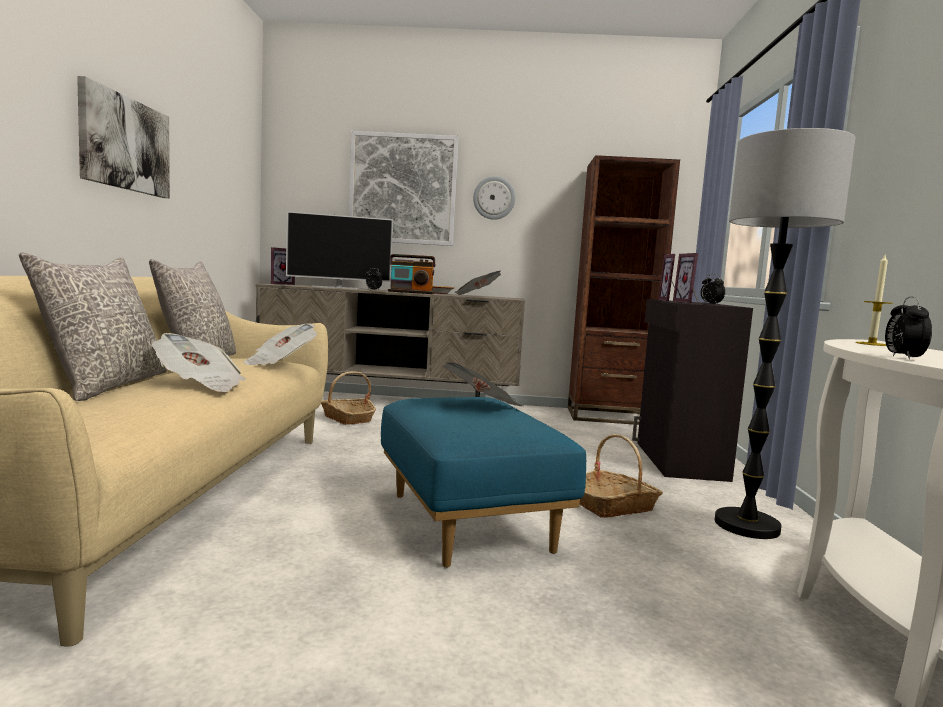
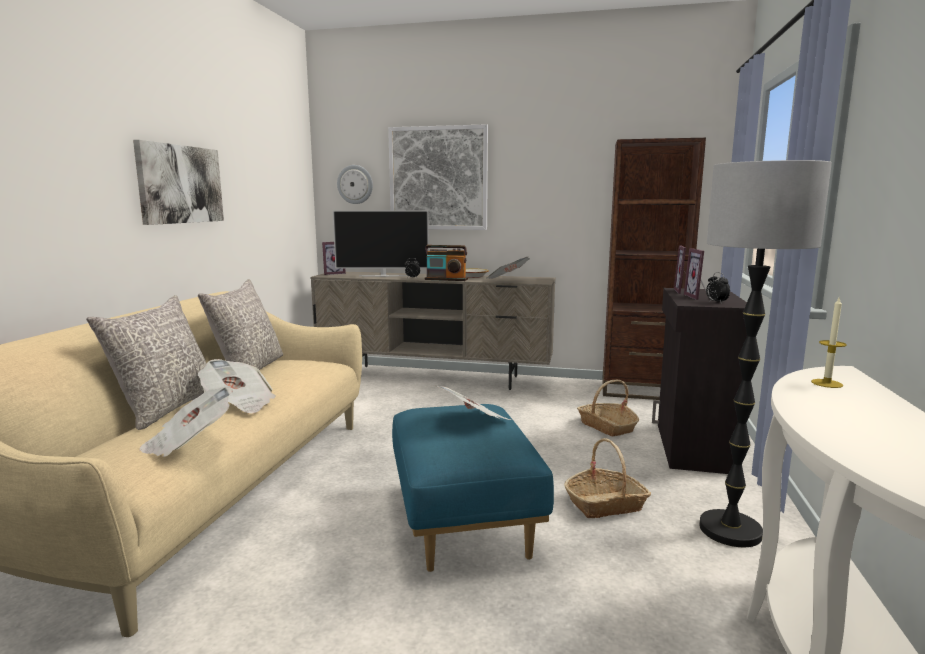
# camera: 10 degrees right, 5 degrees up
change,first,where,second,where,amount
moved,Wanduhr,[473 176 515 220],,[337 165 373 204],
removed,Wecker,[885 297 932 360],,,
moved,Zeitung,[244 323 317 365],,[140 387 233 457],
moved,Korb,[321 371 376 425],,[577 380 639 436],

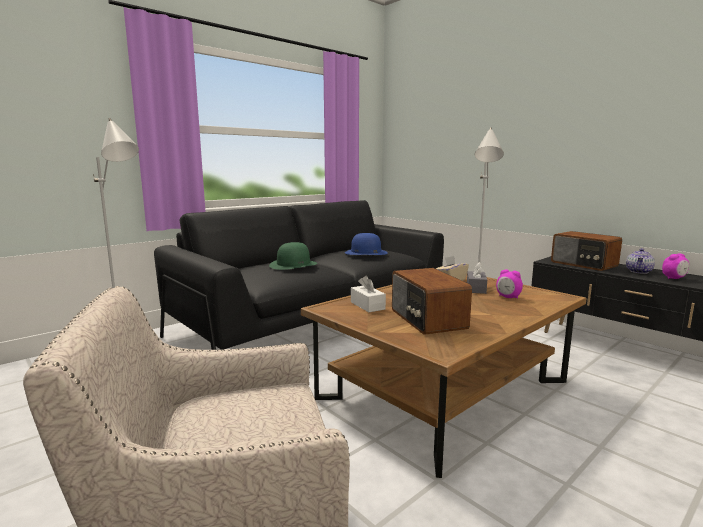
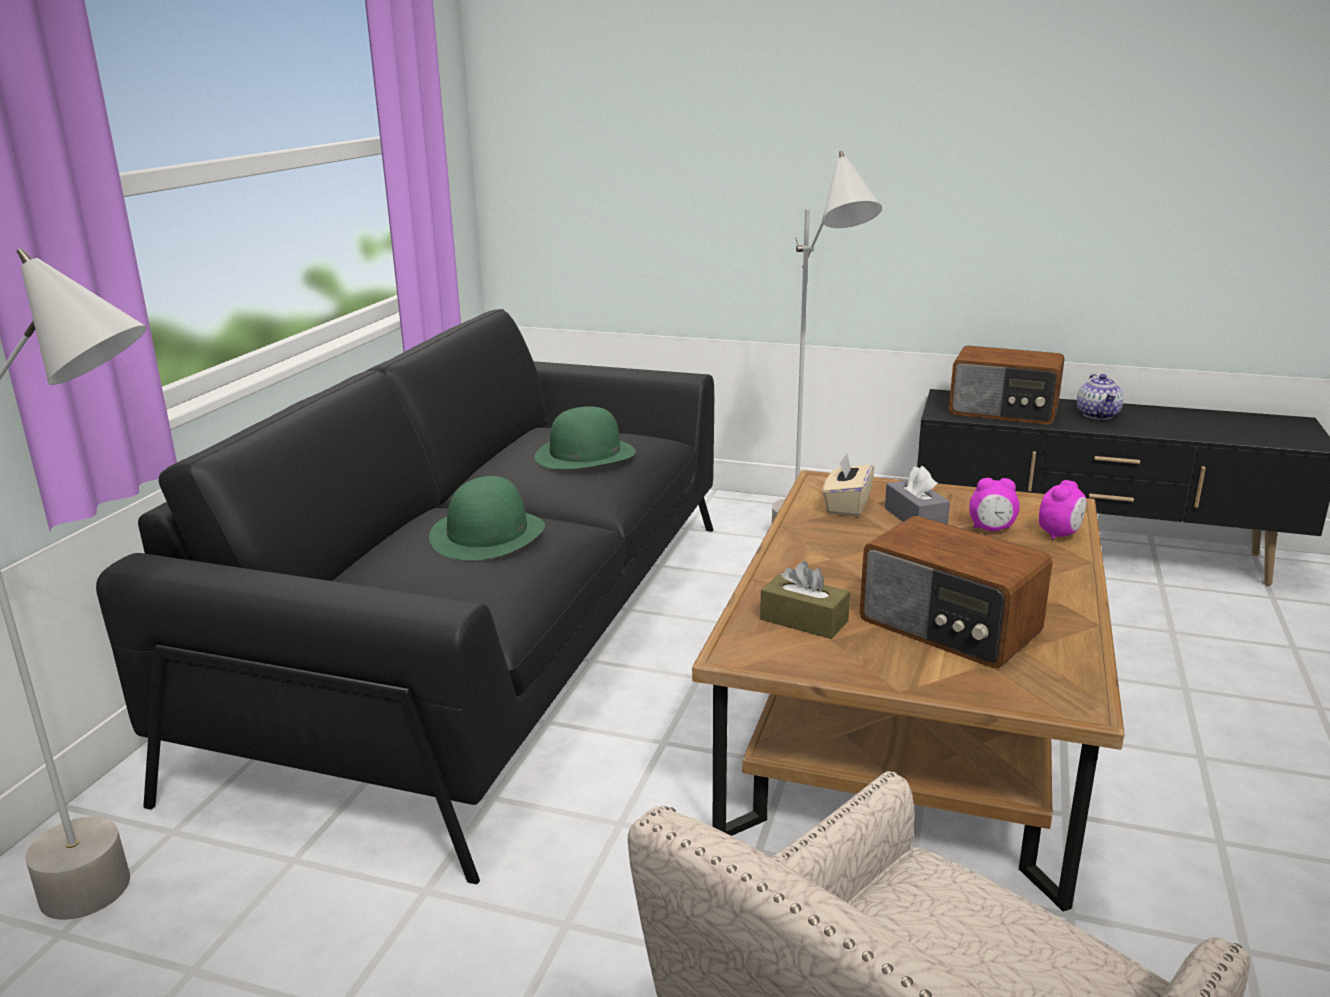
# camera: 30 degrees left, 10 degrees up
change,first,where,second,where,amount
recoloured,Hut/blau,[345 233 388 255],Hut/grün,[535 406 636 469],
moved,Wecker,[662 253 689 279],,[1039 480 1087 539],
recoloured,Taschentuchbox/weiß,[351 276 386 312],Taschentuchbox/braun,[760 561 850 639],

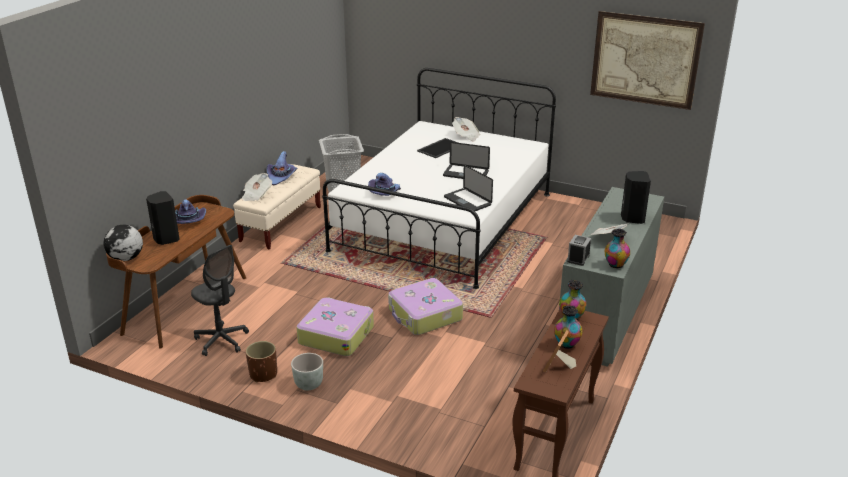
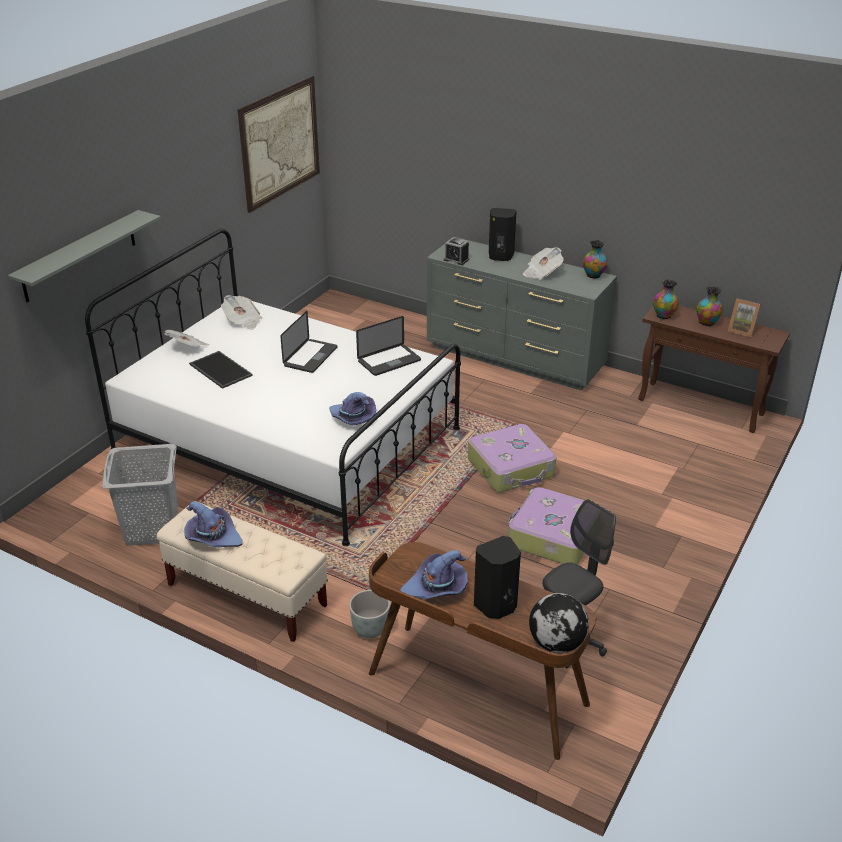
# camera: 85 degrees left, 5 degrees up
change,first,where,second,where,amount
moved,Zeitung,[242 173 272 201],,[221 295 263 330],
moved,Wecker,[567 235 591 266],,[444 237 469 265],
removed,Pflanzkübel/braun,[246 341 277 383],,,
moved,Pflanzkübel/grau,[291 353 323 390],,[349 590 390 638],
added,,,Wandregal/grau,[8 210 161 302],

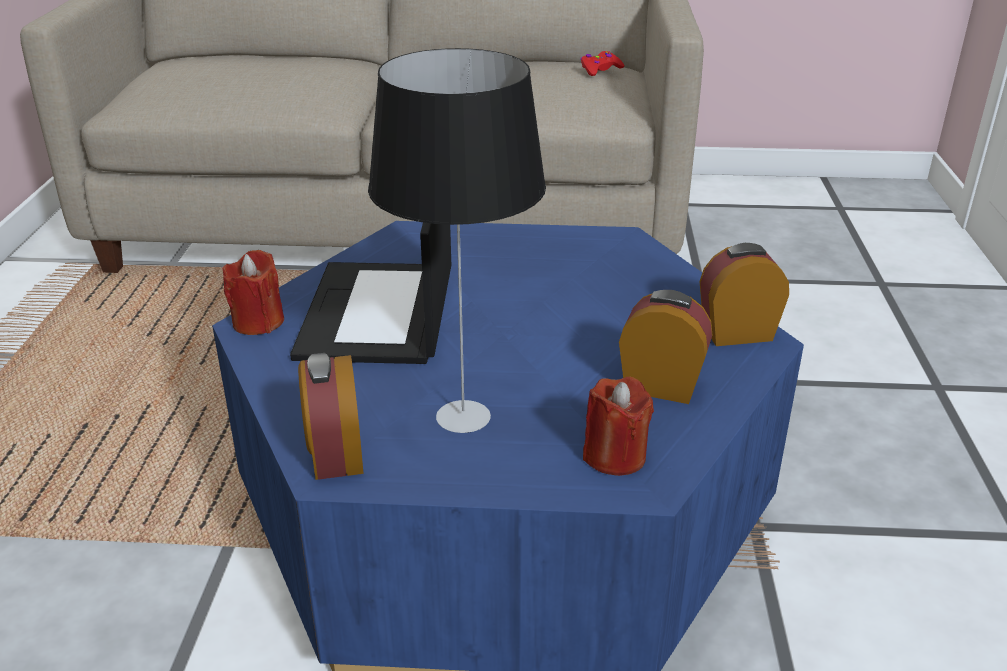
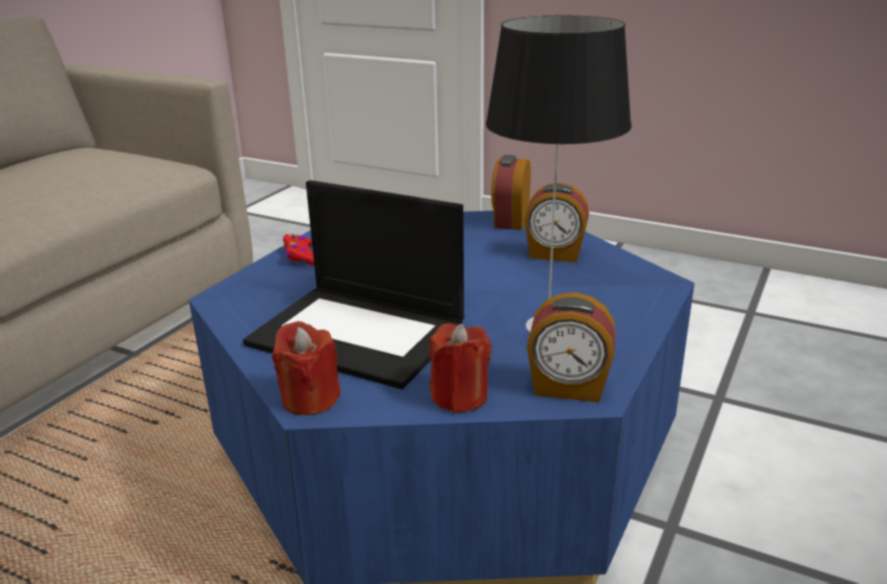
# camera: 65 degrees left, 5 degrees down
change,first,where,second,where,amount
moved,Gamepad/rot,[580 51 624 76],,[283 234 314 265],
turned,Wecker,[619 290 713 404],,[524 182 589 262],120 degrees counterclockwise
moved,Kerze/rot,[583 377 654 476],,[430 323 492 413],

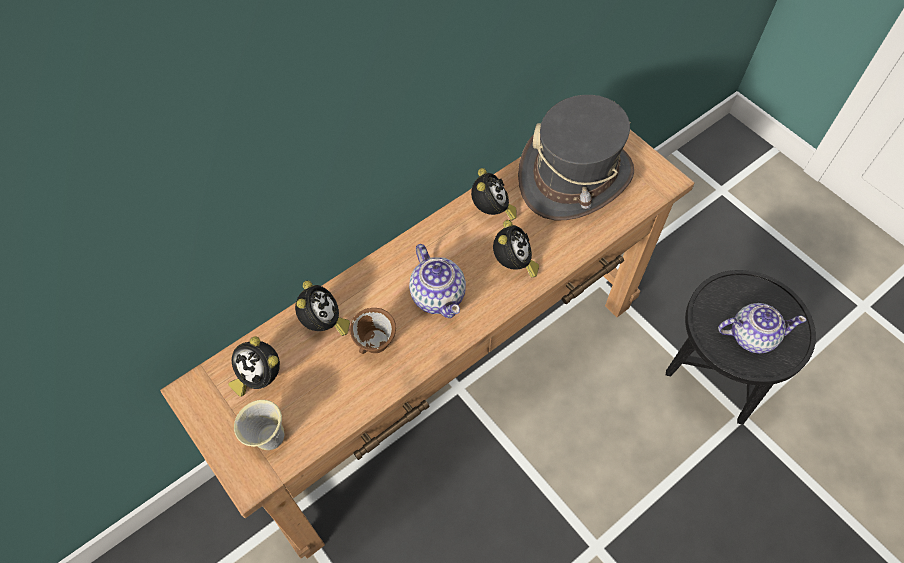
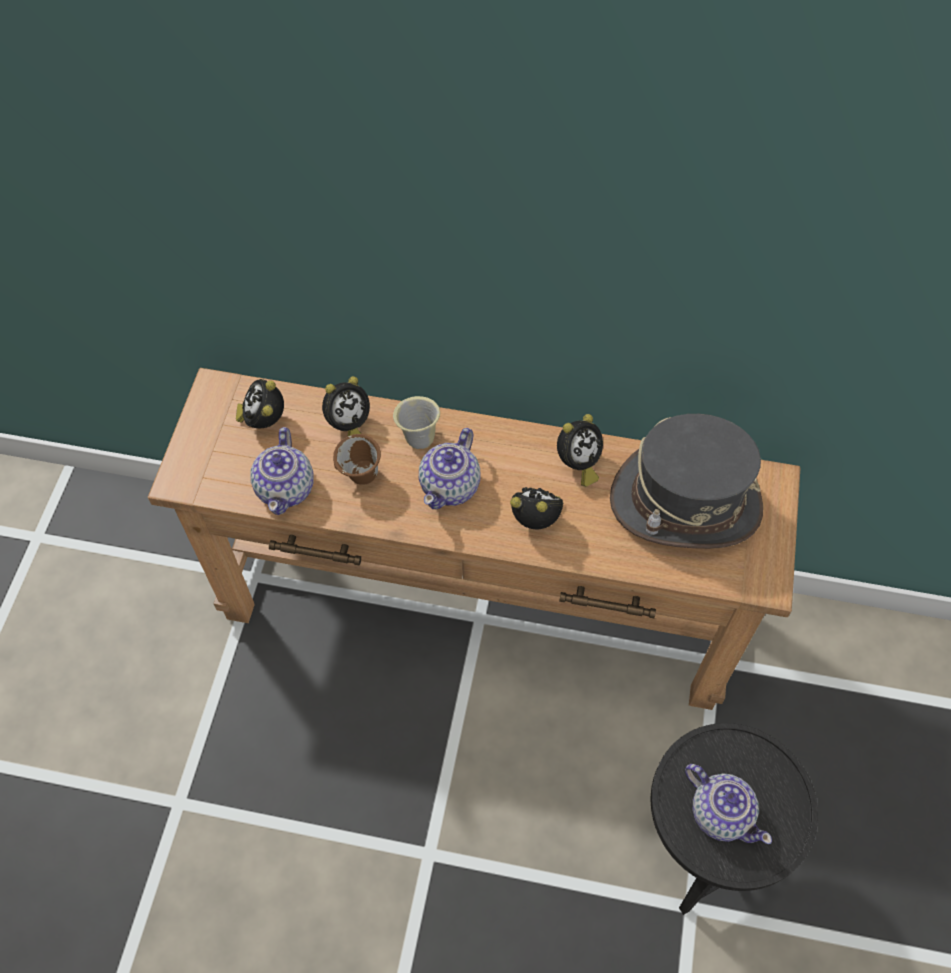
# camera: 50 degrees right, 0 degrees up
change,first,where,second,where,amount
turned,Wecker,[493 220 539 278],,[510 487 563 529],135 degrees counterclockwise
moved,Henkelbecher/beige,[234 400 284 450],,[393 396 440 449],
added,,,Teekanne,[250 427 314 515],

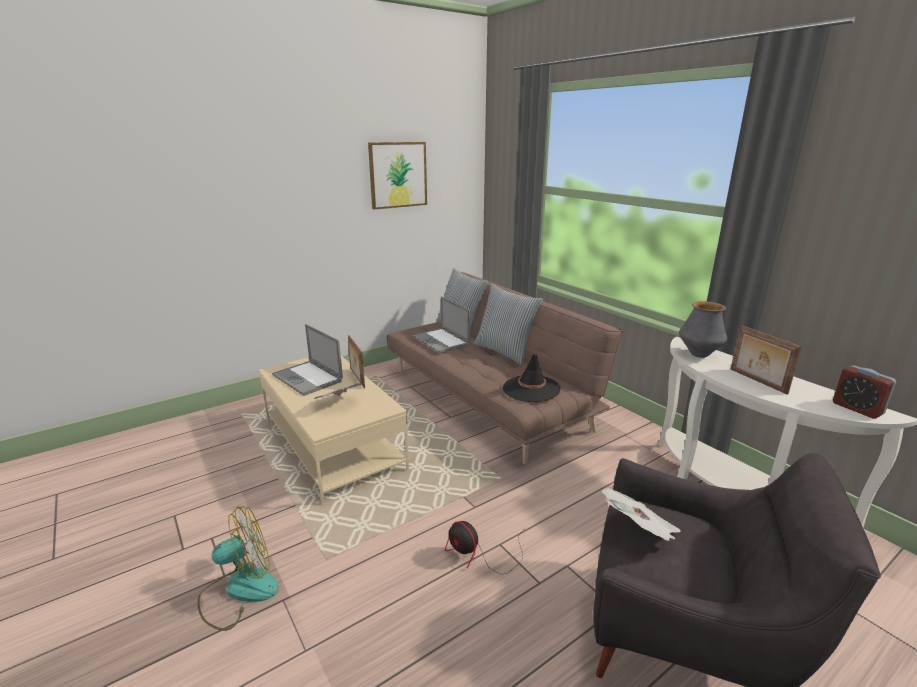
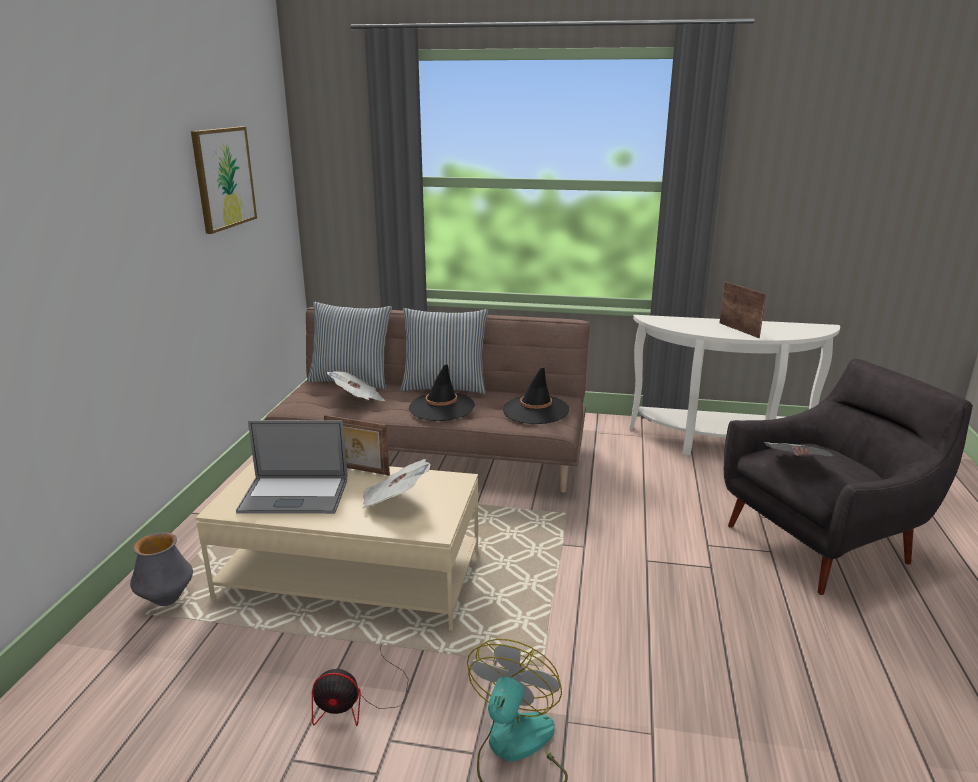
# camera: 45 degrees left, 0 degrees up
change,first,where,second,where,amount
replaced,Laptop,[412 296 470 353],Zeitung,[327 371 385 401],
moved,Vase,[679 301 727 358],,[130 532 193 606],
turned,Bilderrahmen,[731 325 802 395],,[720 281 766 338],135 degrees counterclockwise
removed,Wecker,[833 365 897 419],,,
moved,Ventilator,[445 521 527 575],,[312 648 408 726],
added,,,Hut/schwarz,[409 364 475 421],

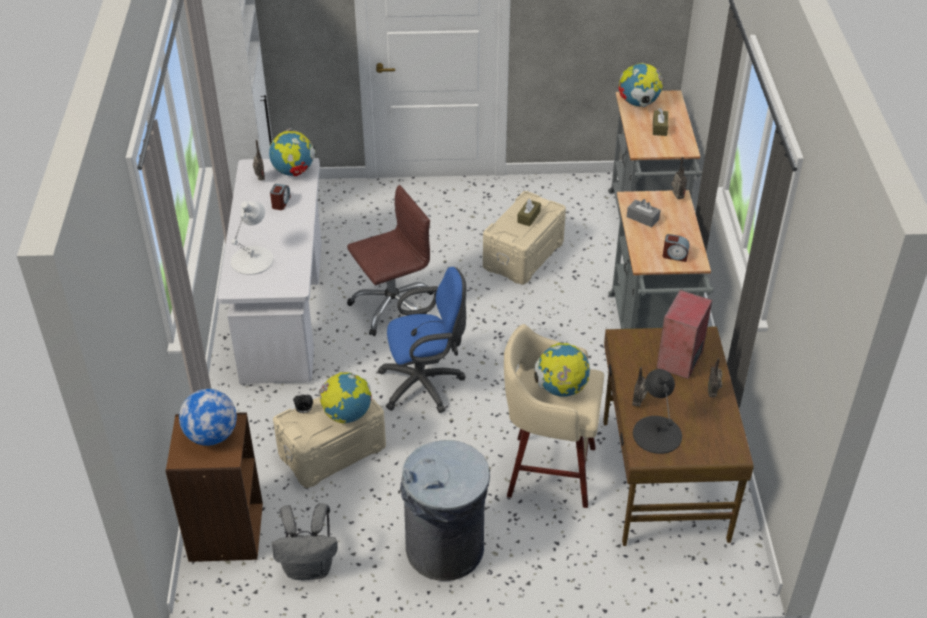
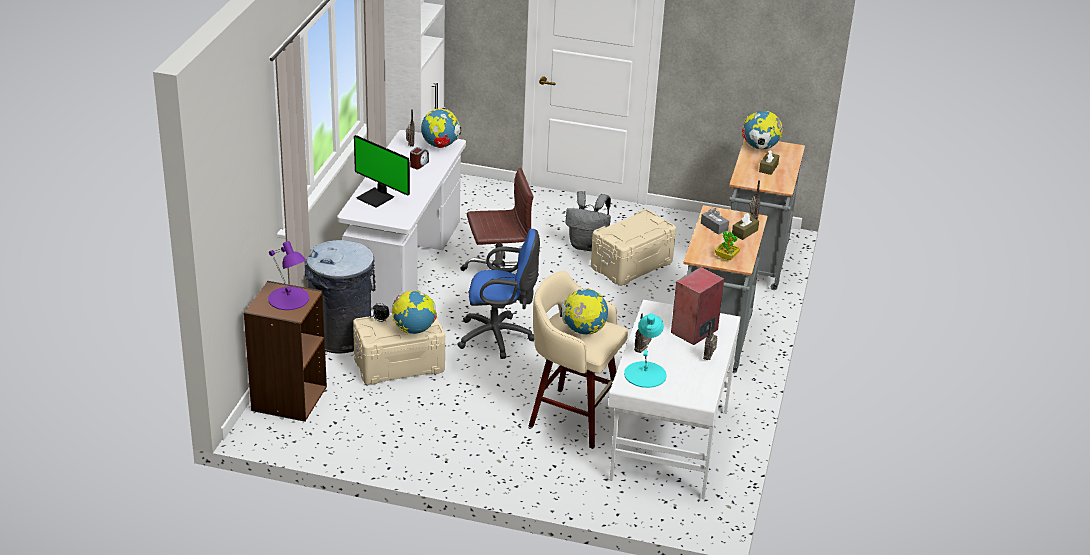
# camera: 15 degrees right, 10 degrees down
change,first,where,second,where,amount
moved,Taschentuchbox/braun,[517 198 541 226],,[732 213 759 240],
replaced,Tischlampe/weiß,[231 201 273 275],Monitor,[354 135 410 208],
replaced,Wecker,[663 234 689 262],Topfpflanze,[715 231 740 260],
recoloured,Schreibtisch/braun,[603 326 754 546],Schreibtisch/weiß,[608 300 740 499],
recoloured,Tischlampe/schwarz,[633 369 682 454],Tischlampe/türkis,[624 313 667 388],
replaced,Globus,[179 389 237 446],Tischlampe/lila,[268 241 309 310],
moved,Mülleimer/grau,[400 440 490 581],,[305 240 376 354],
moved,Rucksack/grau,[272 503 338 580],,[566 191 611 251],

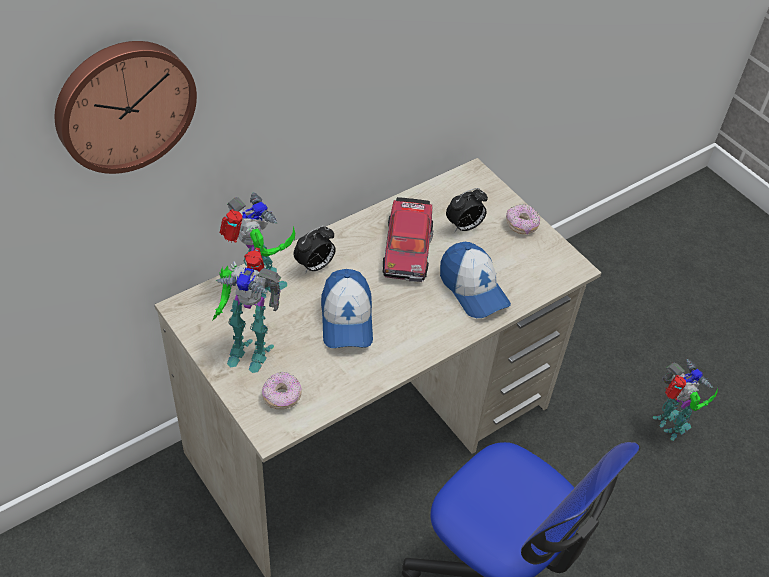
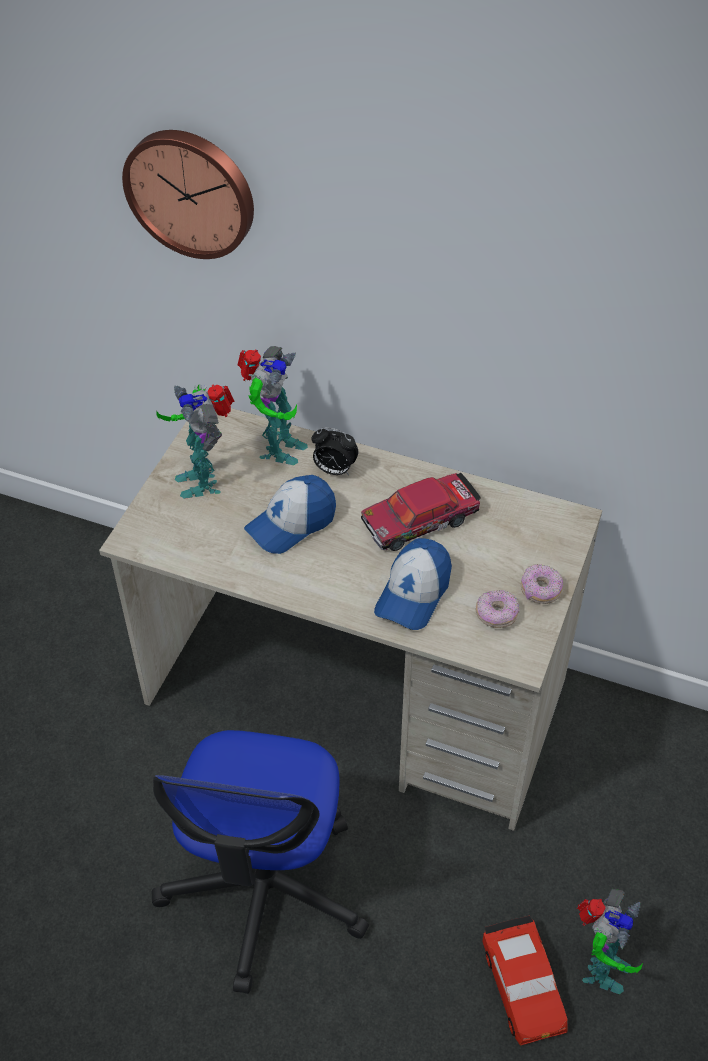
# camera: 60 degrees right, 0 degrees up
change,first,where,second,where,amount
removed,Wecker,[446 188 488 232],,,
moved,Donut,[262 371 302 409],,[476 590 519 628],
added,,,Spielzeugauto/rot,[483 916 567 1046],

